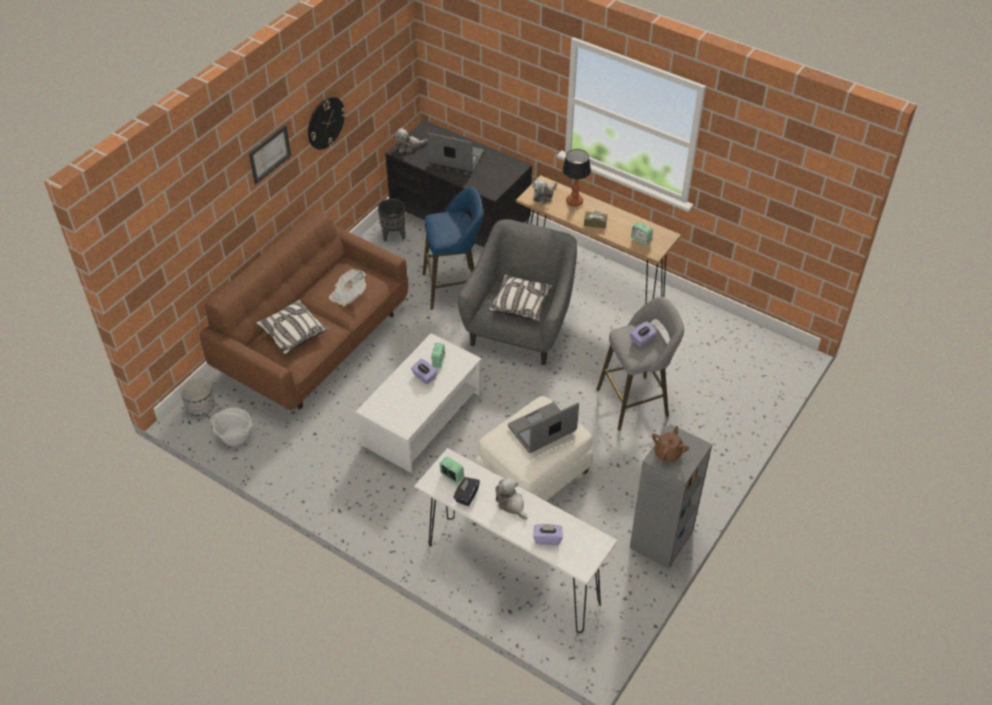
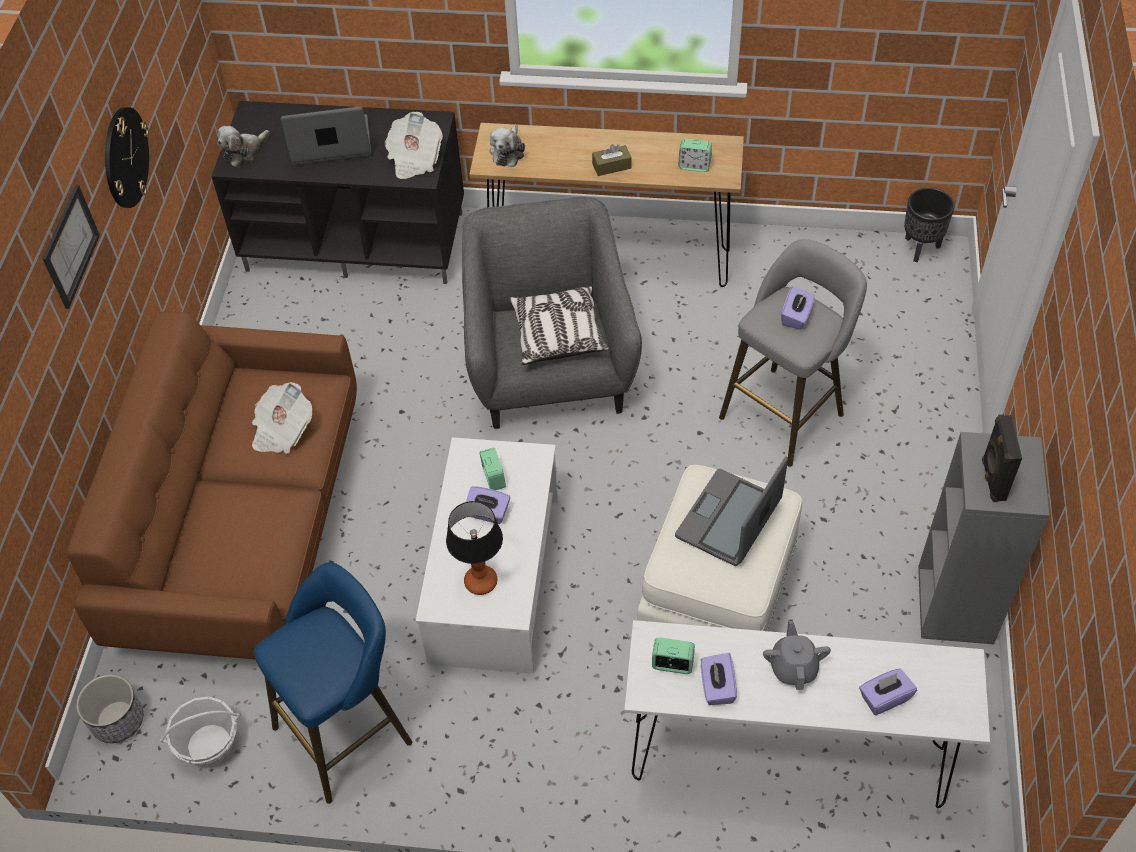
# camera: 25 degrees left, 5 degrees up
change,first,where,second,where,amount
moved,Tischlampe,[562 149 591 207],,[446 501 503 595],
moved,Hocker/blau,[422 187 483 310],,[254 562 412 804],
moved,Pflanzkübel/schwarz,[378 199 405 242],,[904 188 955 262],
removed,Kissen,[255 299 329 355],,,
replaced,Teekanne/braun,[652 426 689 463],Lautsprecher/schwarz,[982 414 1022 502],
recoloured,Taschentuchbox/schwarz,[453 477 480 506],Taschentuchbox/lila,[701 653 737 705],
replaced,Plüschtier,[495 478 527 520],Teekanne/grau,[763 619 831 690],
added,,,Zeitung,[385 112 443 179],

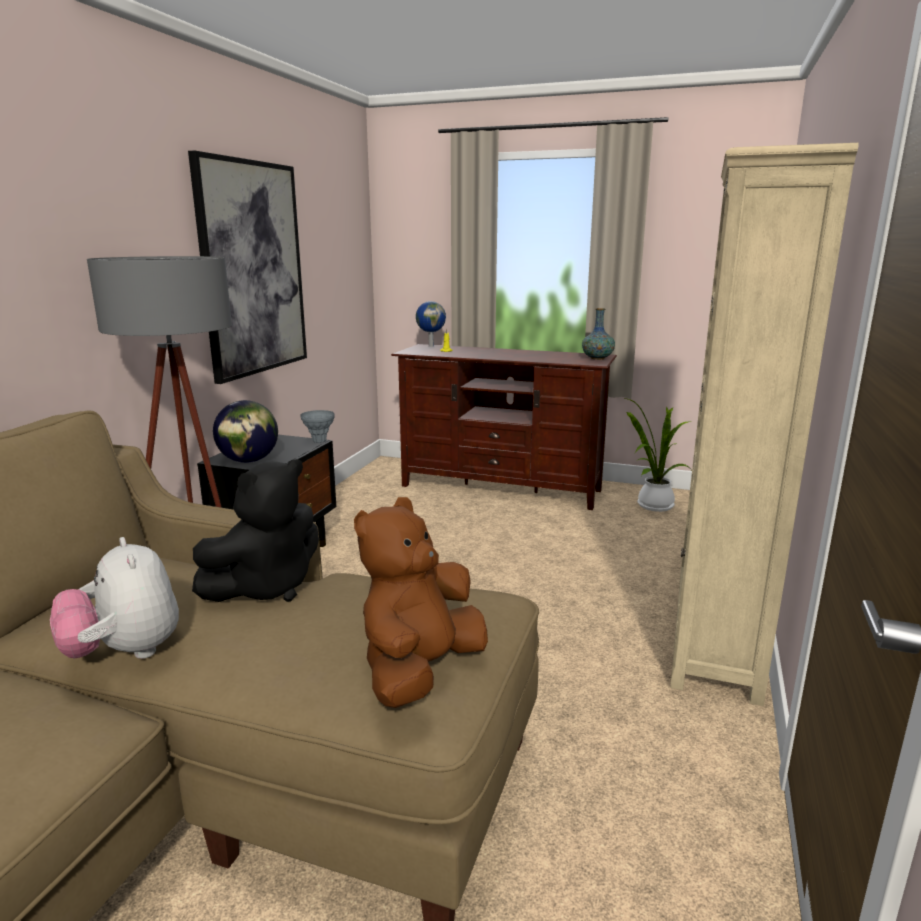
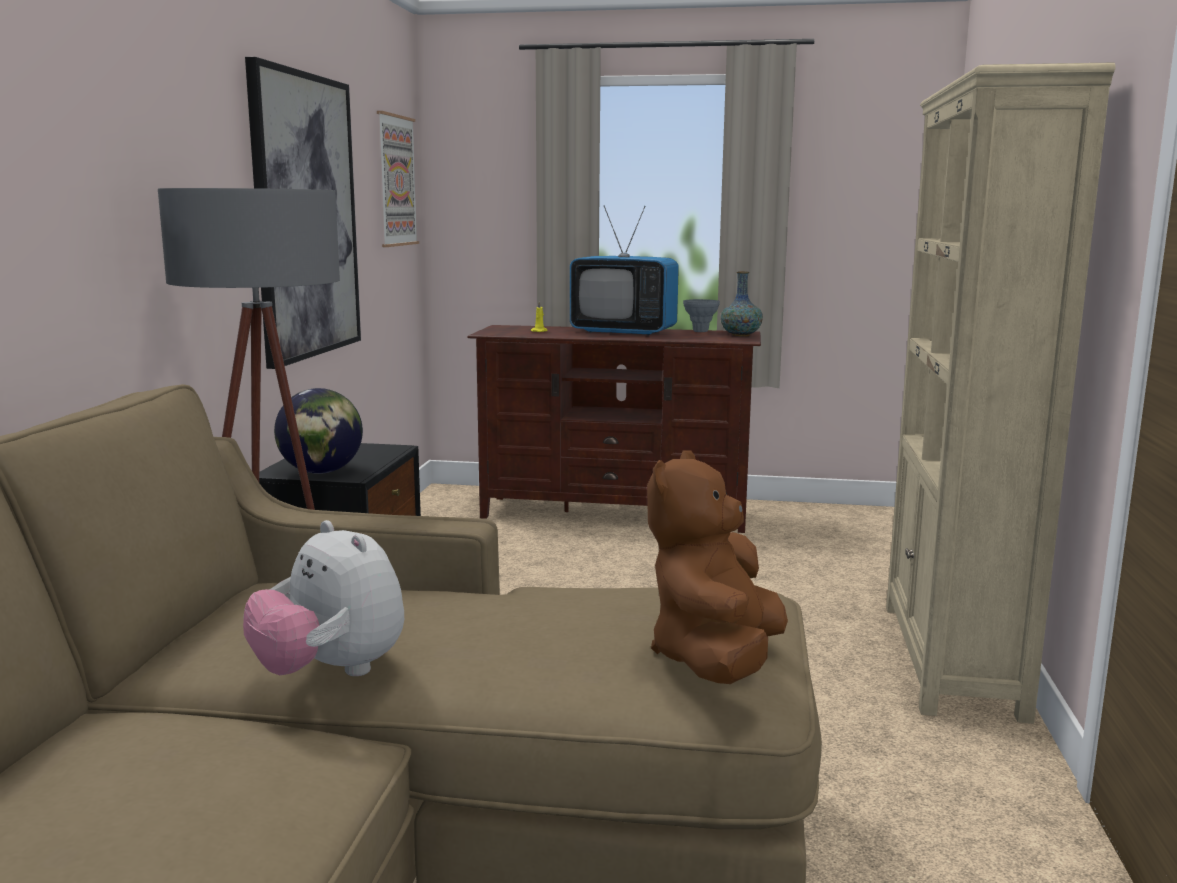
# camera: 10 degrees left, 5 degrees down
change,first,where,second,where,amount
removed,Globus,[416 301 446 347],,,
removed,Topfpflanze,[625 398 692 512],,,
moved,Vase/grau,[301 410 335 443],,[683 299 720 332],
removed,Plüschtier/schwarz,[192 459 319 602],,,
added,,,Bild,[377 111 419 247],
added,,,Fernseher,[570 206 679 336],

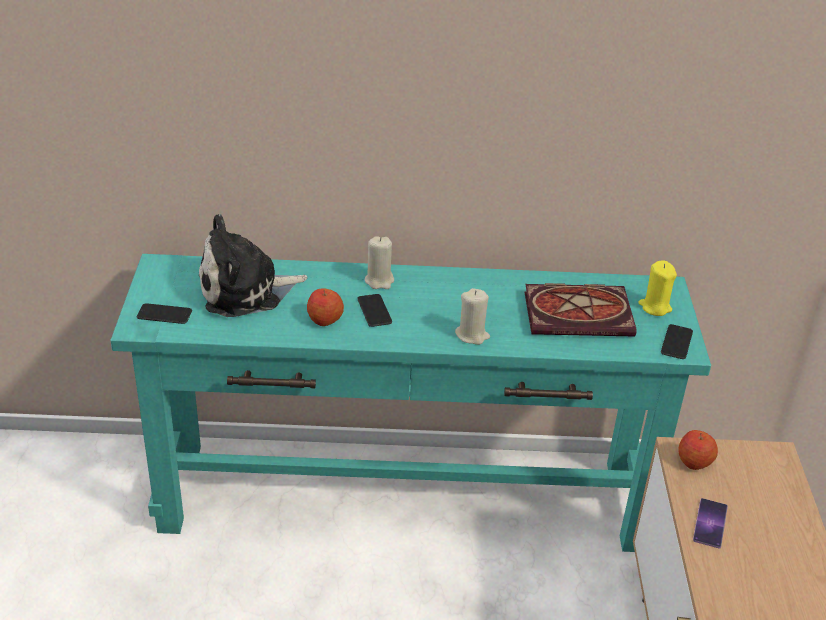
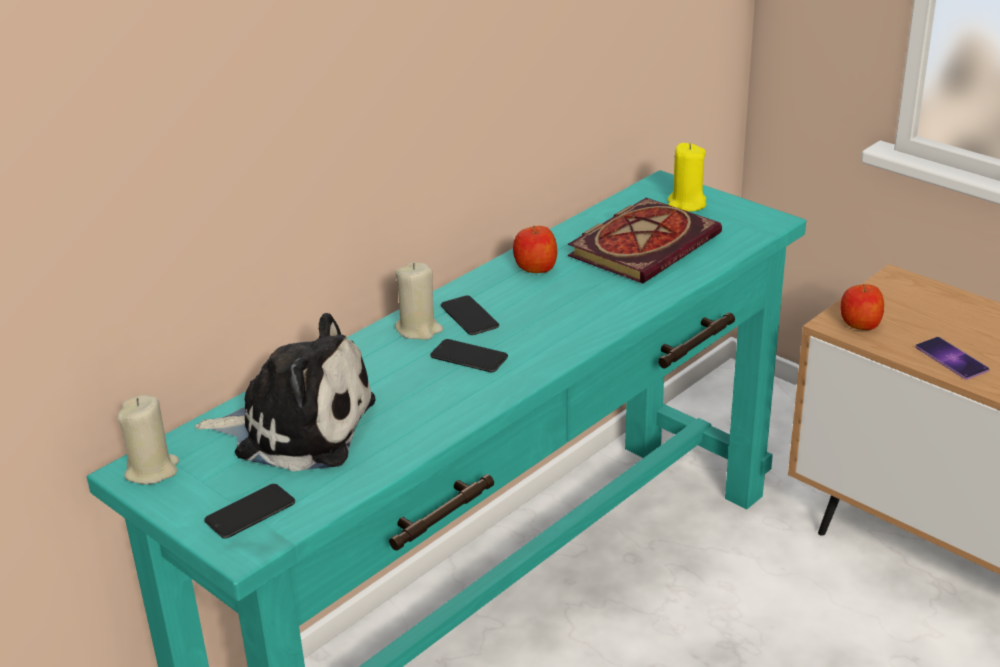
# camera: 45 degrees left, 5 degrees down
change,first,where,second,where,amount
turned,Plüschtier,[199 214 307 317],,[195 313 376 471],105 degrees counterclockwise
moved,Apfel,[307 288 344 326],,[513 226 557 273],
moved,Kerze/beige,[455 288 490 345],,[117 395 179 484],
moved,Handy,[661 324 693 359],,[441 295 499 335],

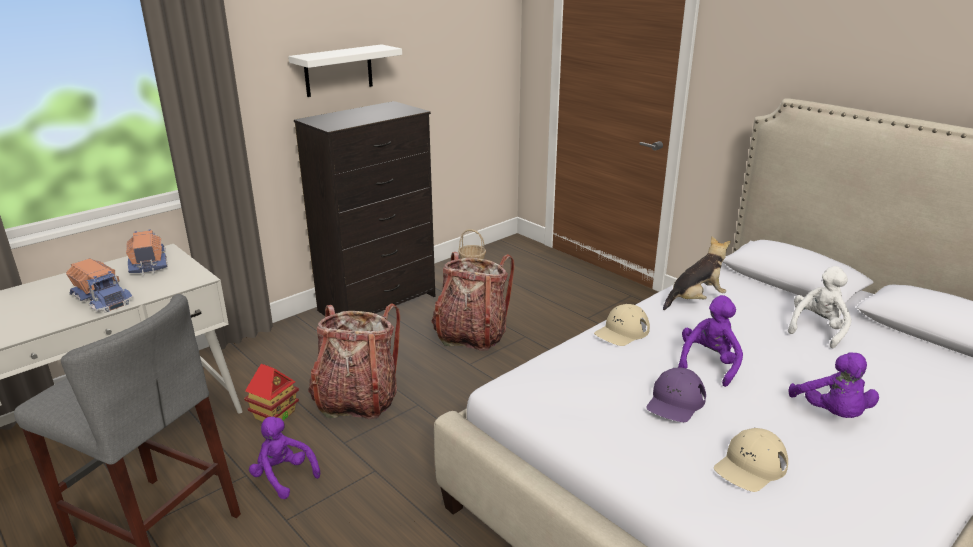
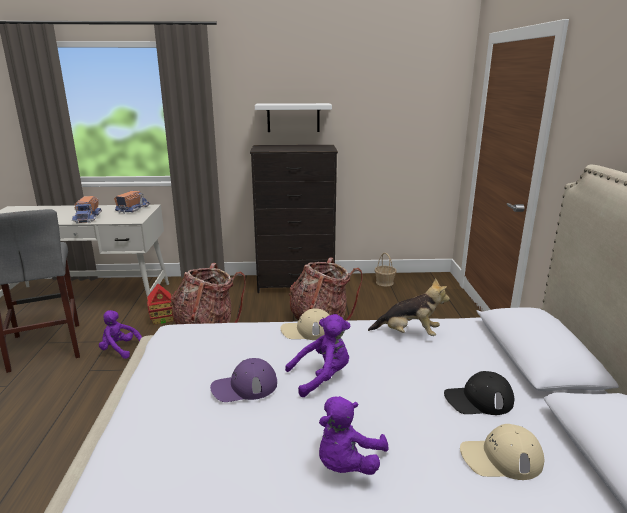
# camera: 40 degrees right, 5 degrees down
change,first,where,second,where,amount
replaced,Plüschtier/weiß,[788 266 852 349],Kappe/schwarz,[444 371 514 415],
turned,Plüschtier/lila,[249 417 320 499],,[99 310 142 359],60 degrees counterclockwise
moved,Kappe/beige,[714 428 788 492],,[460 424 544 480],

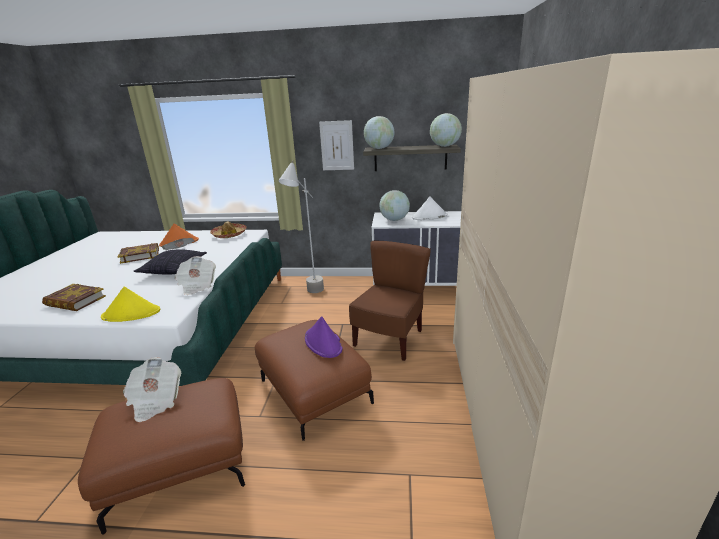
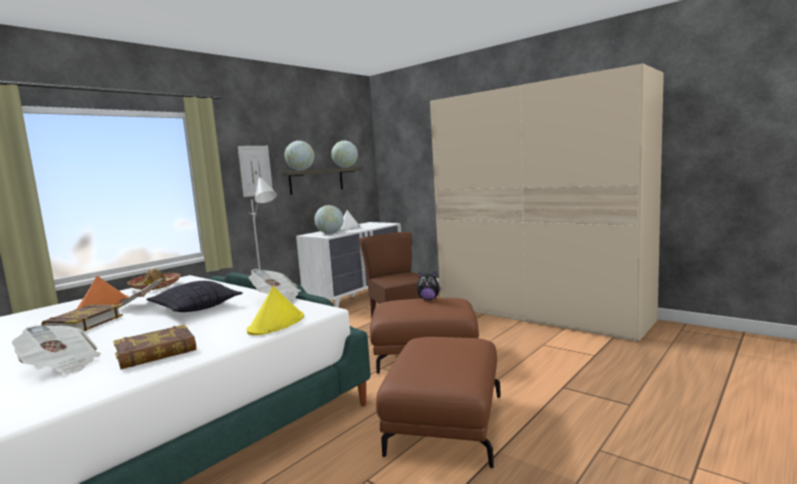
# camera: 55 degrees left, 15 degrees down
change,first,where,second,where,amount
replaced,Hut/lila,[305 316 343 358],Plüschtier,[417 272 442 300],
moved,Zeitung,[123 357 181 422],,[12 325 101 375],

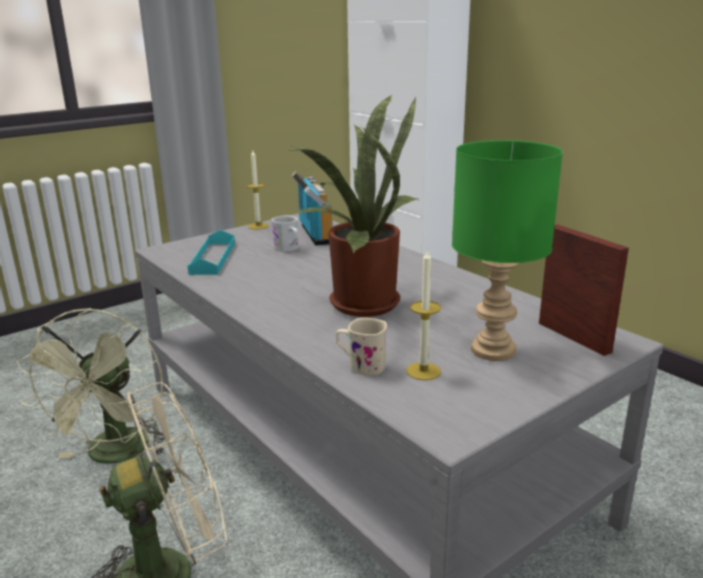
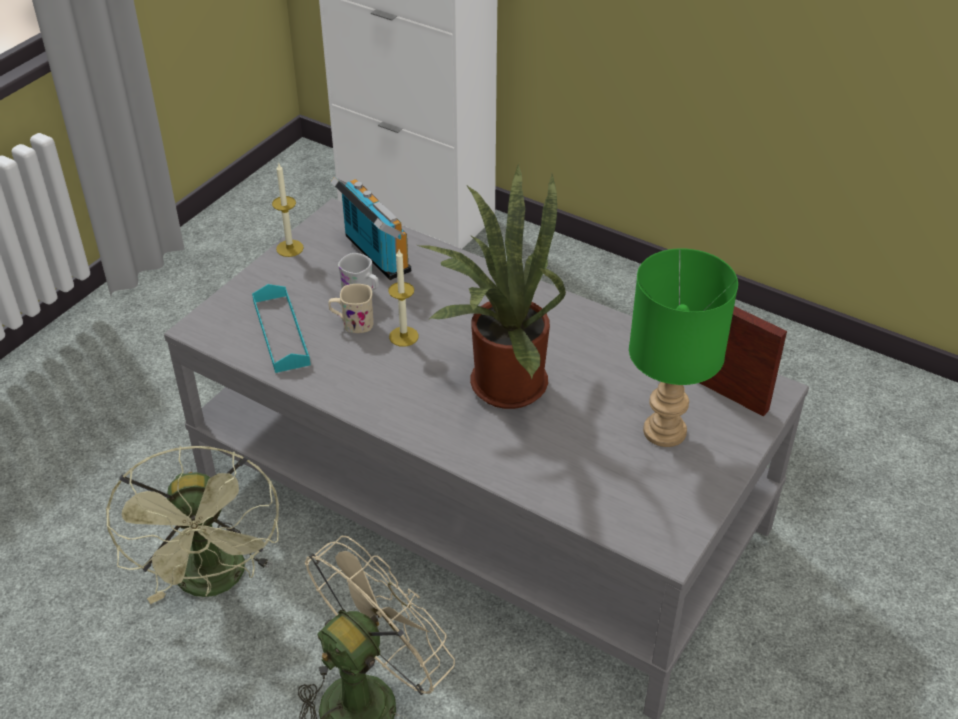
# camera: 20 degrees left, 20 degrees up
change,first,where,second,where,amount
moved,Kerze,[406 248 441 380],,[388 250 419 347],
moved,Henkelbecher/beige,[336 318 387 375],,[328 284 374 333],

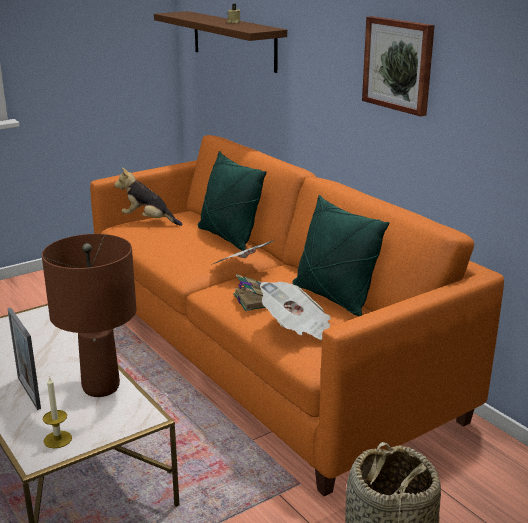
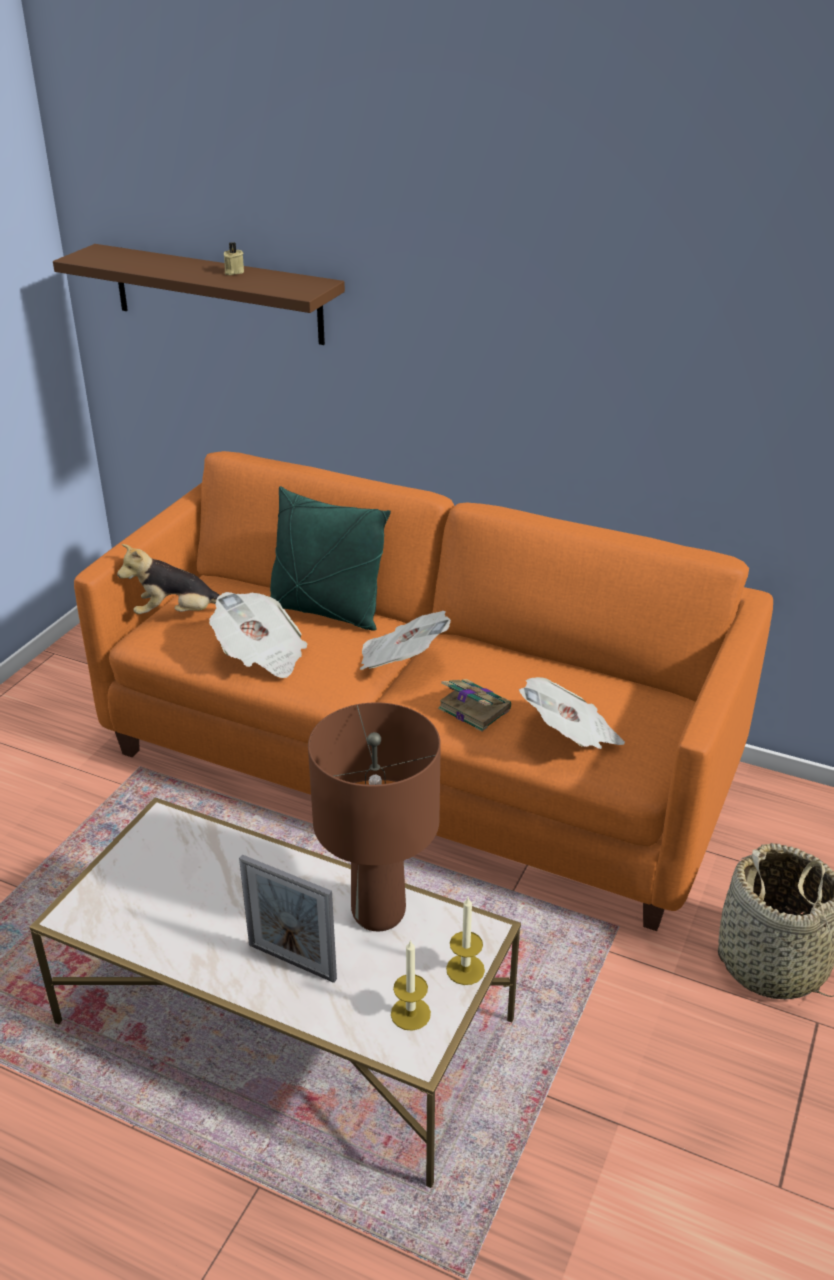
# camera: 30 degrees left, 10 degrees up
change,first,where,second,where,amount
removed,Bild,[362 16 435 117],,,
removed,Kissen/grün,[292 195 389 317],,,
added,,,Zeitung,[209 592 308 678],
added,,,Kerze,[446 897 485 985],

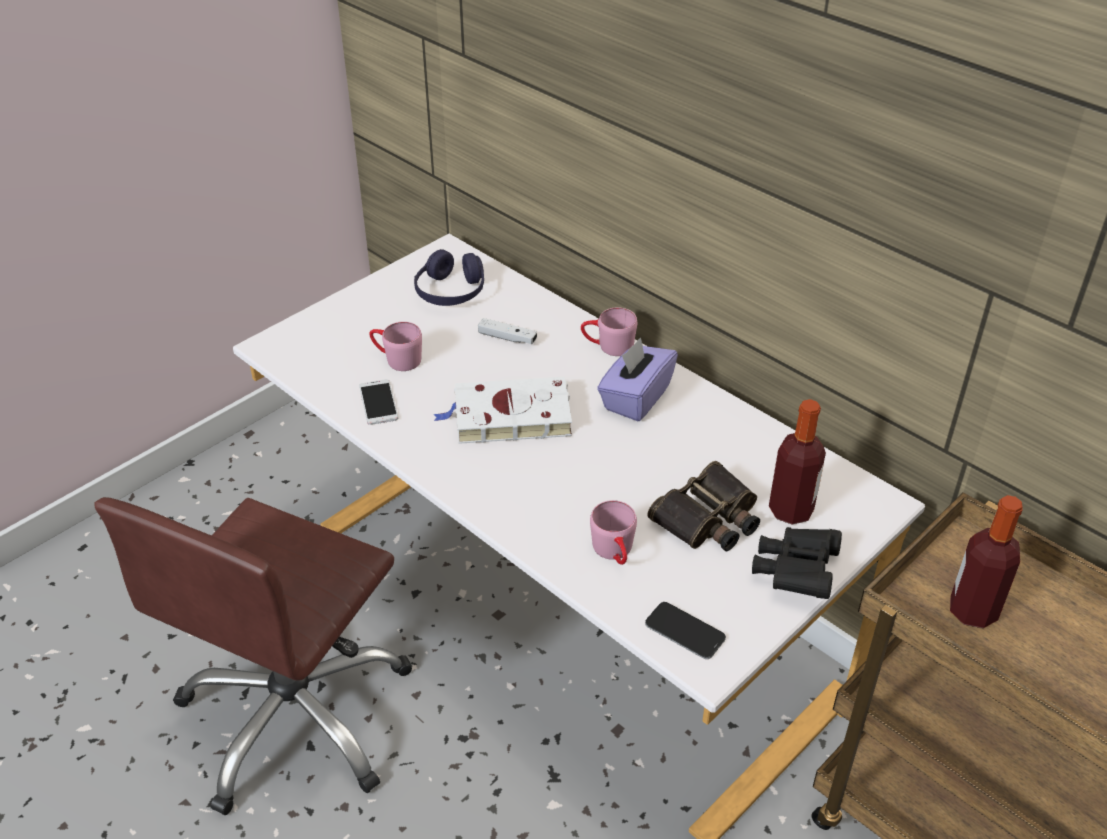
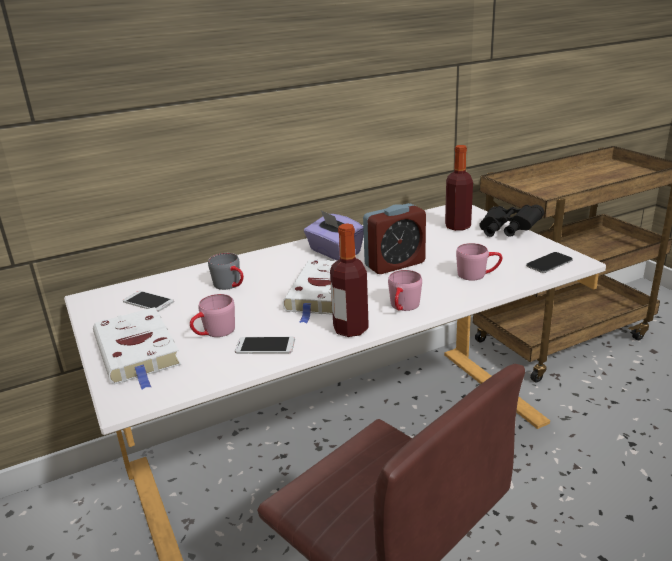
# camera: 70 degrees left, 15 degrees down
change,first,where,second,where,amount
replaced,Kopfhörer/lila,[414 249 484 306],Handy,[123 291 174 312],
moved,Henkelbecher/rosa,[581 307 638 356],,[388 270 422 311],
replaced,Gamepad/weiß,[478 318 537 344],Henkelbecher/grau,[208 253 244 290],
removed,Fernglas,[647 461 760 551],,,
moved,Flasche,[950 495 1023 628],,[330 223 369 337],
added,,,Wecker,[363 203 426 274],
added,,,Buch/weiß,[93 307 181 390],

